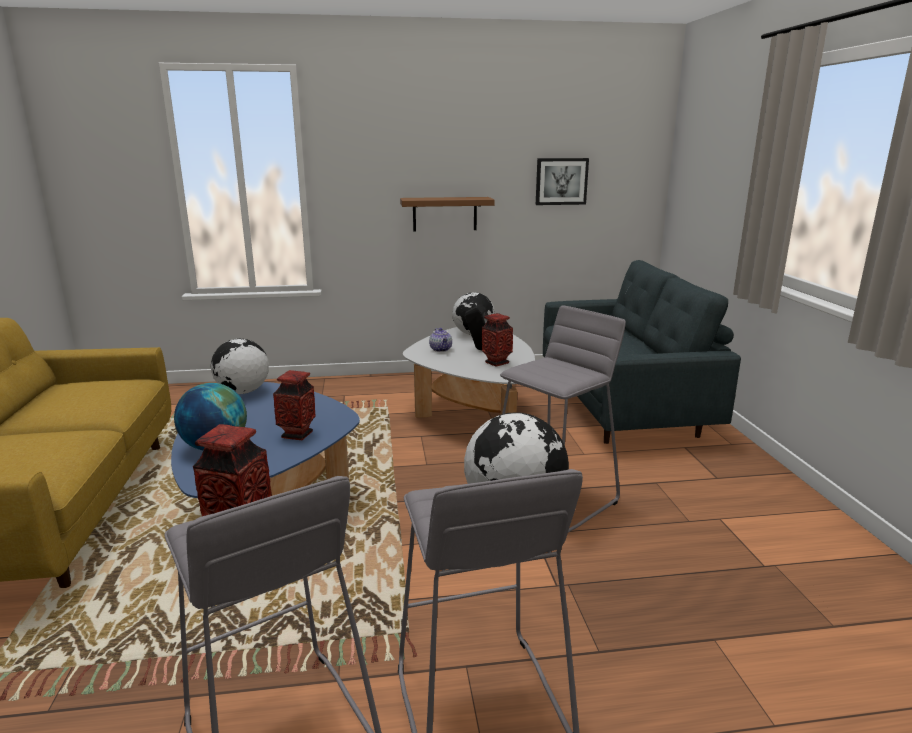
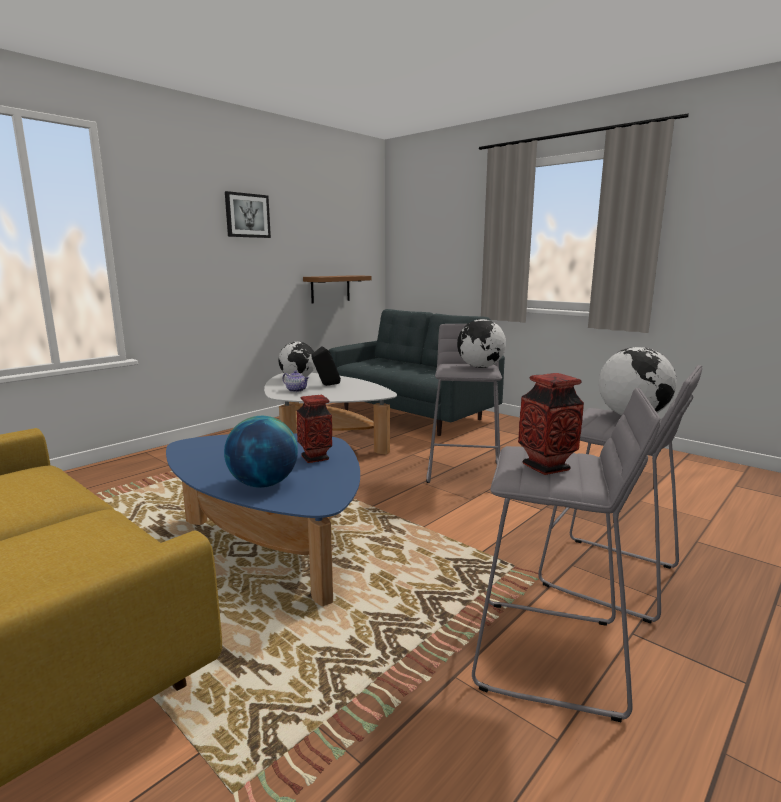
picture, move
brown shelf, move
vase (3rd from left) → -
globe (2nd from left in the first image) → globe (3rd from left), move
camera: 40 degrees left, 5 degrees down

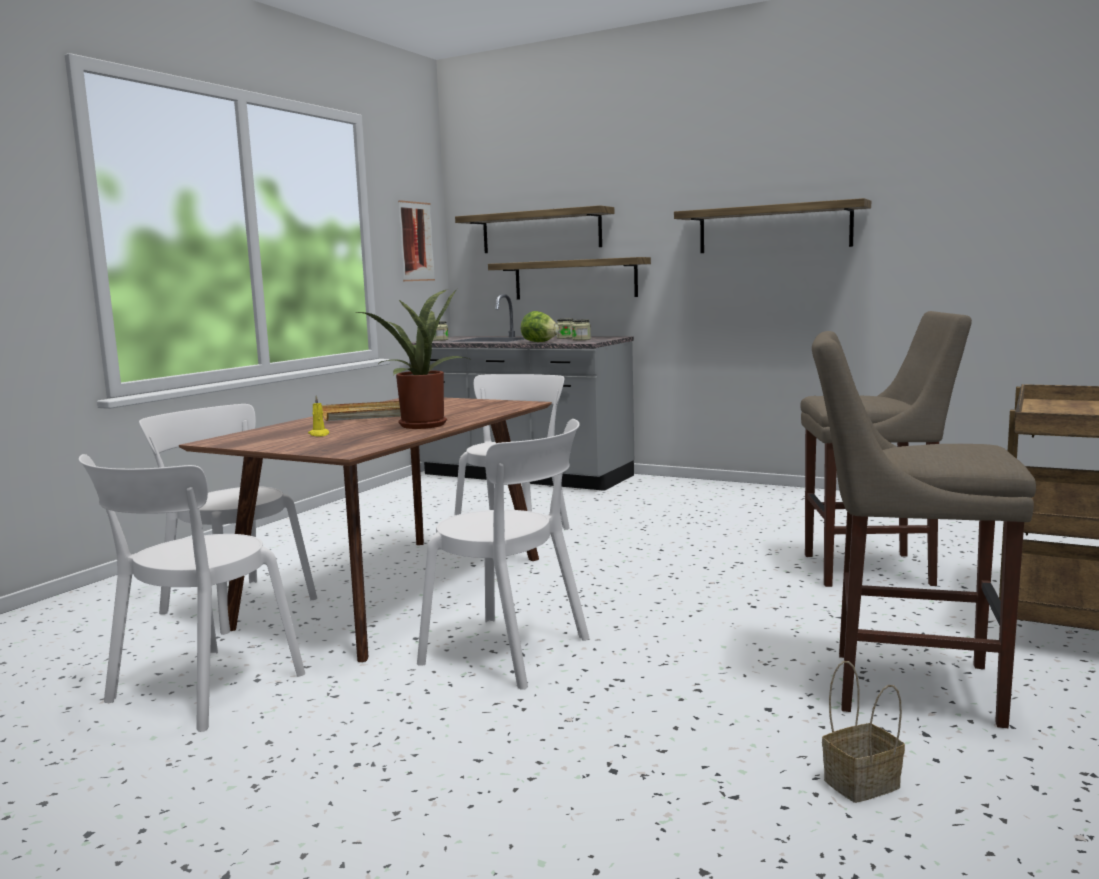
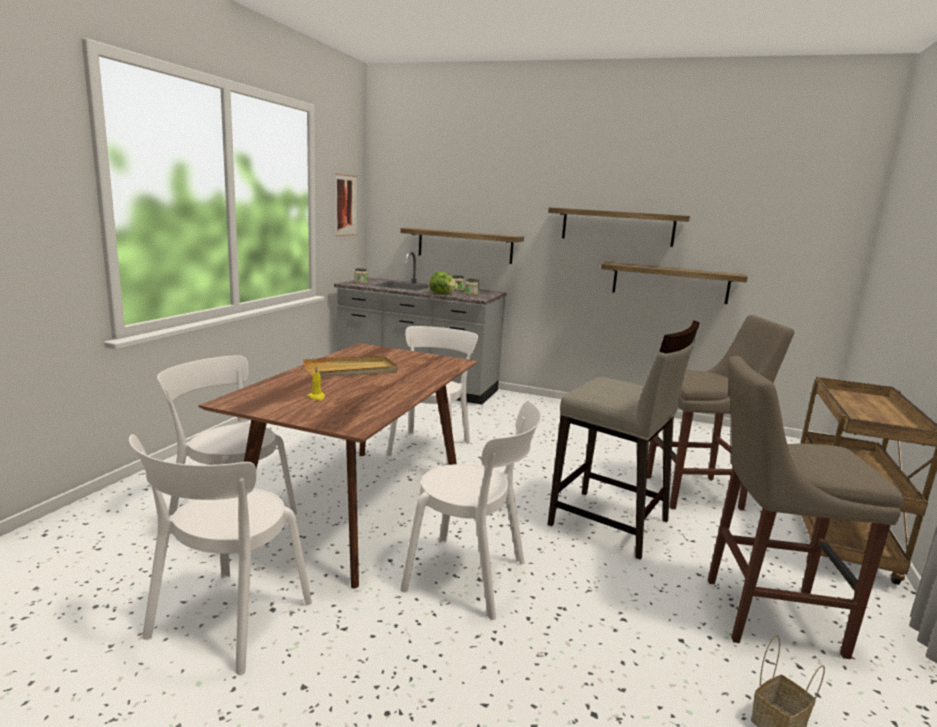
shelf (1st from left in the first image) → shelf (3rd from left), move
potted plant → -
- → beige stool (1st from left)
camera: 10 degrees left, 5 degrees up

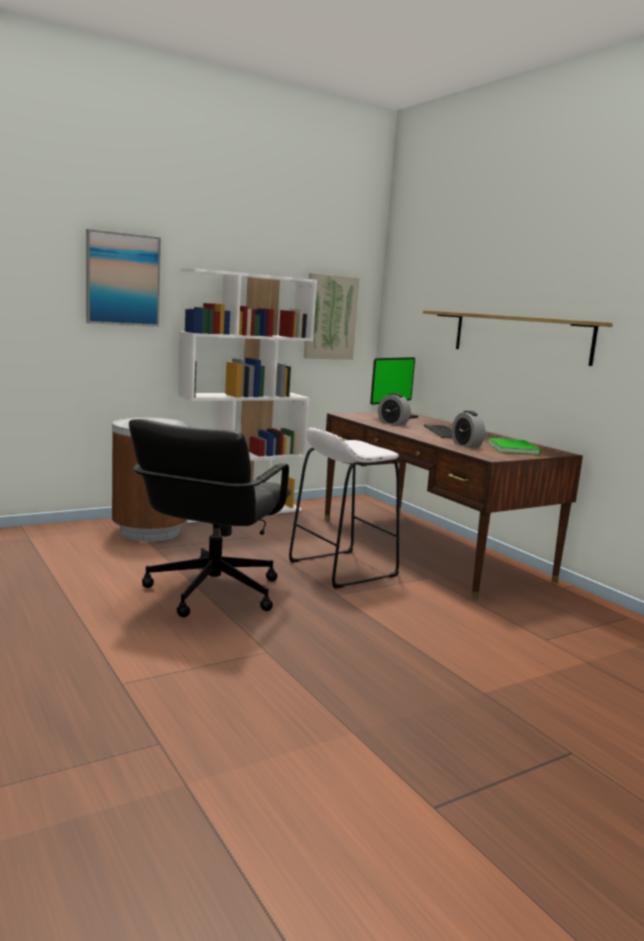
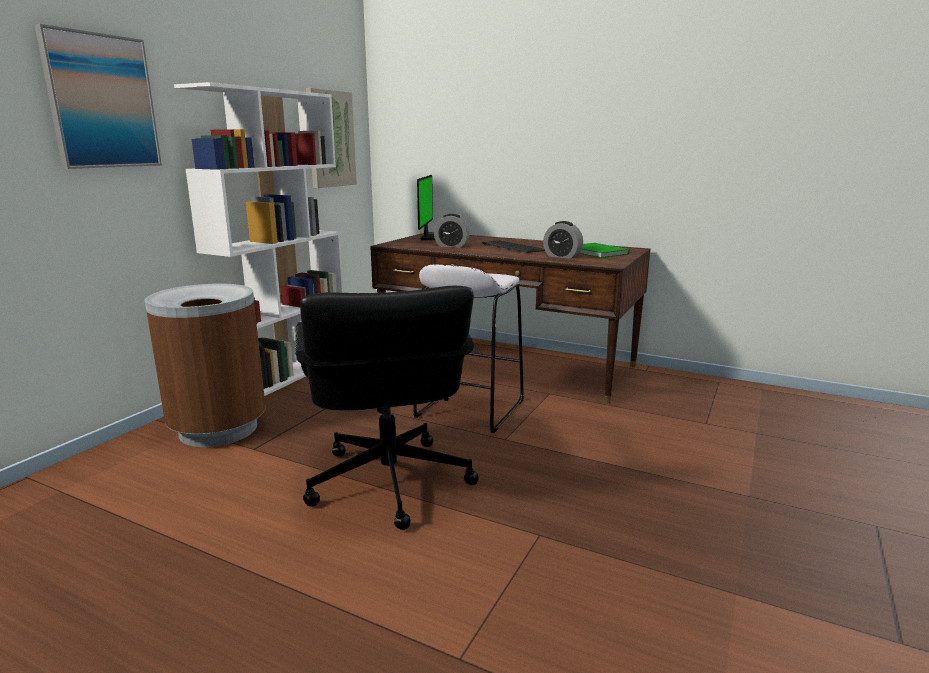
shelf → -
camera: 30 degrees left, 5 degrees up

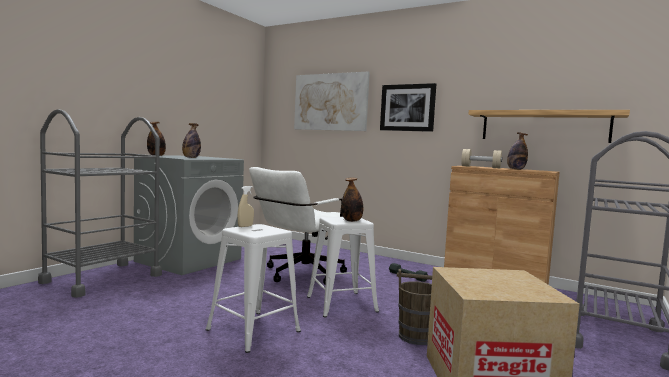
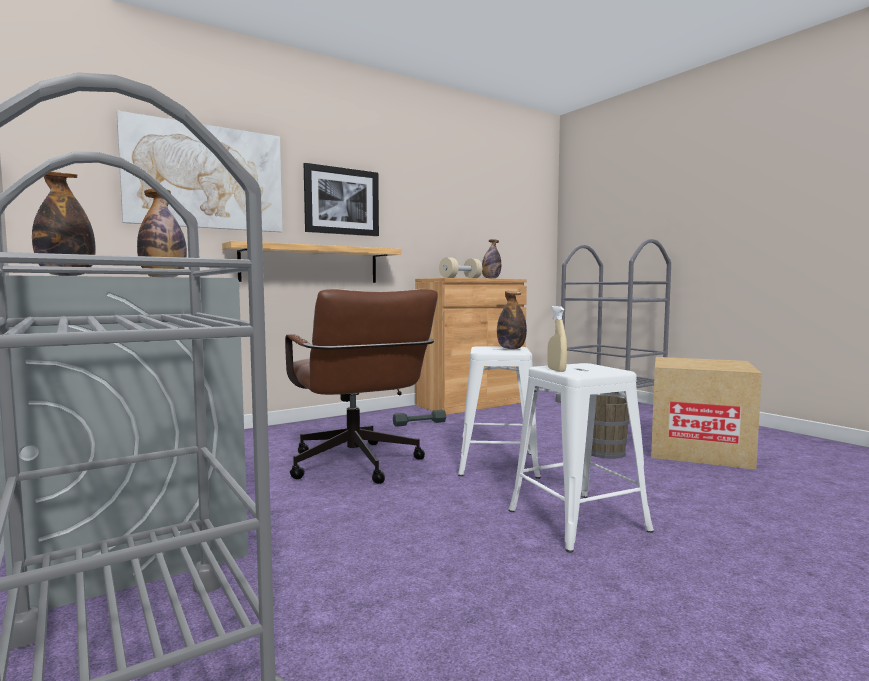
shelf, move
white office chair → brown office chair
camera: 65 degrees left, 0 degrees up

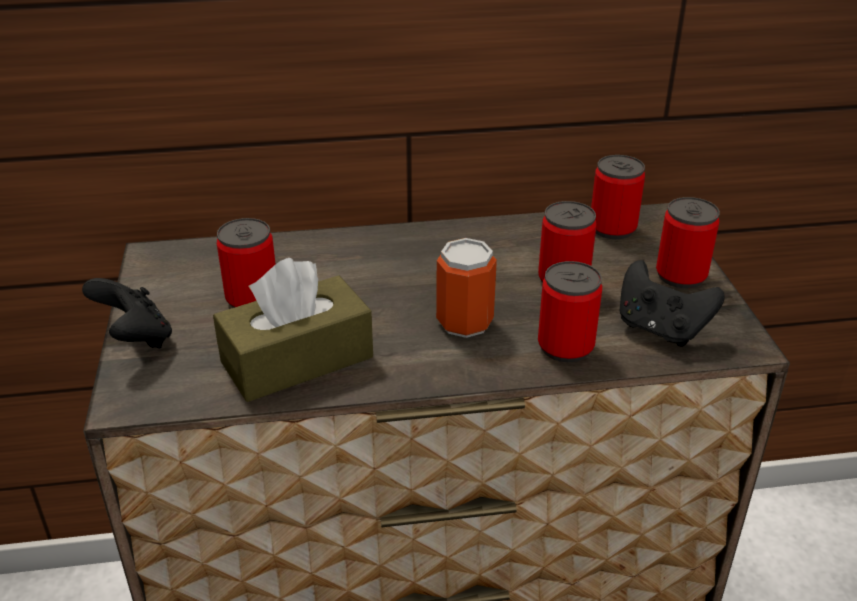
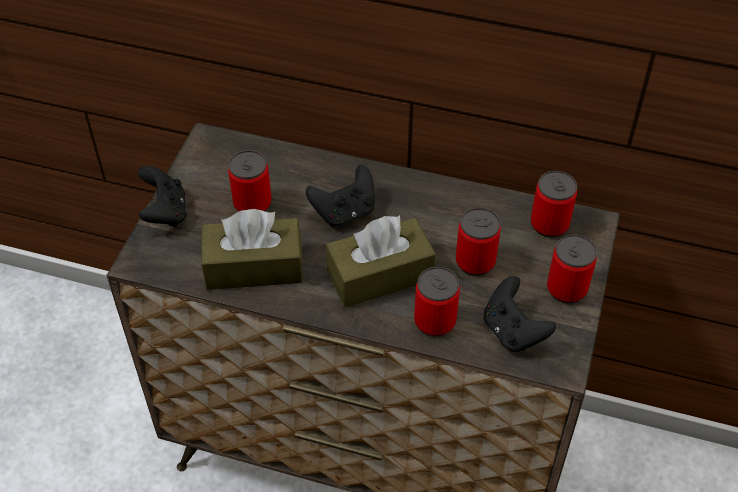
can (2nd from left) → brown tissue box (2nd from left)
- → black game controller (2nd from left)
camera: 25 degrees right, 15 degrees up

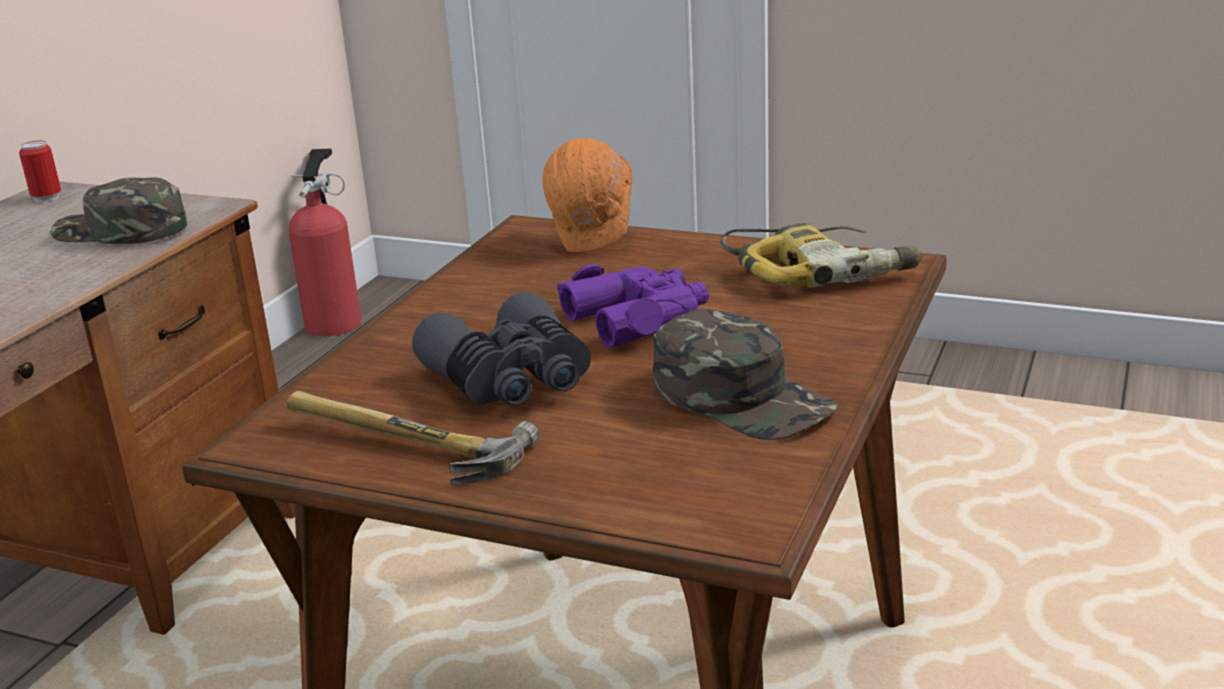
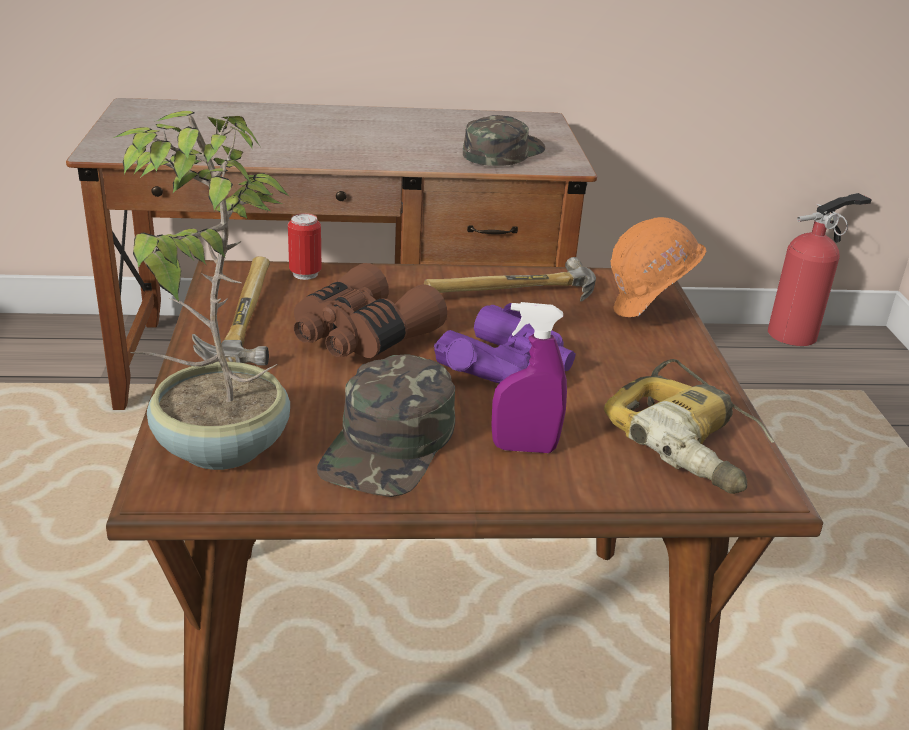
can, move
green cap (1st from left in the first image) → green cap (2nd from left), 45 degrees clockwise
grey binoculars → brown binoculars
- → potted plant
- → hammer (2nd from left)
- → purple spray bottle
camera: 60 degrees right, 5 degrees up

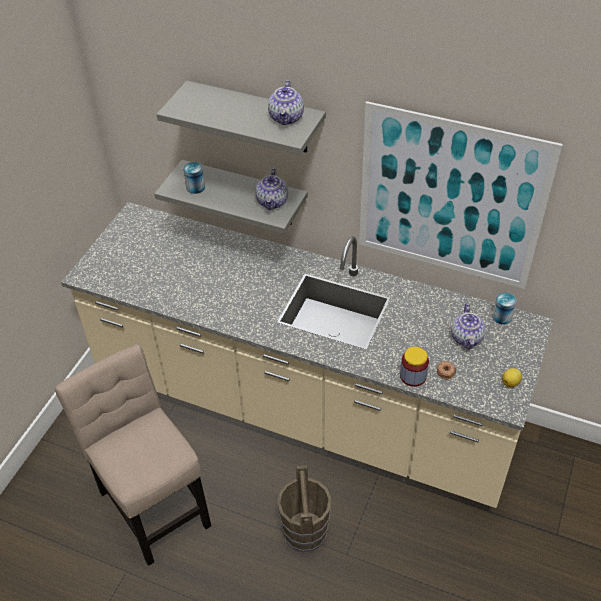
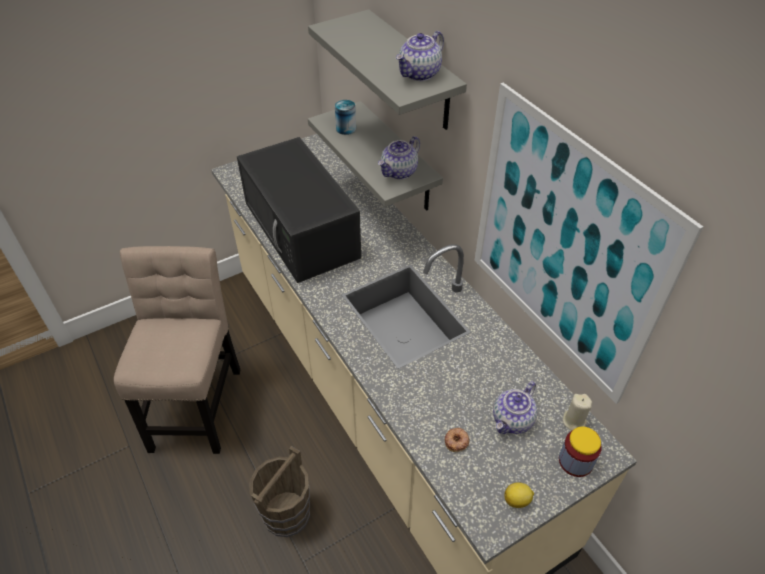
can (2nd from left) → beige candle
jar, move
- → black microwave
camera: 35 degrees right, 0 degrees up

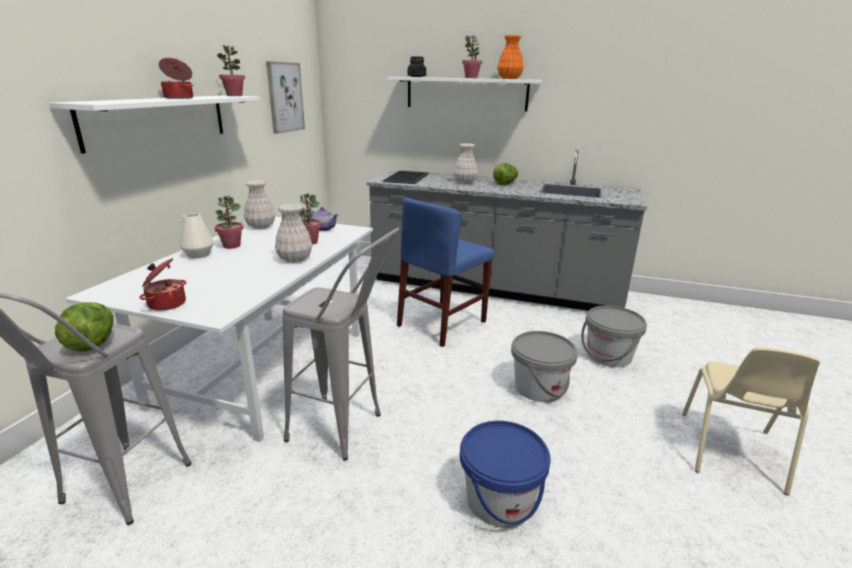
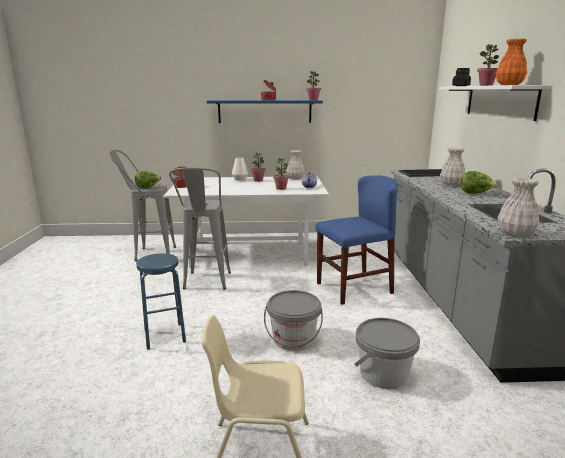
picture → -
white shelf (1st from left) → blue shelf
blue chair, 135 degrees clockwise
white vase (3rd from left in the first image) → white vase (4th from left), move
blue bucket → blue stool
camera: 70 degrees right, 5 degrees down

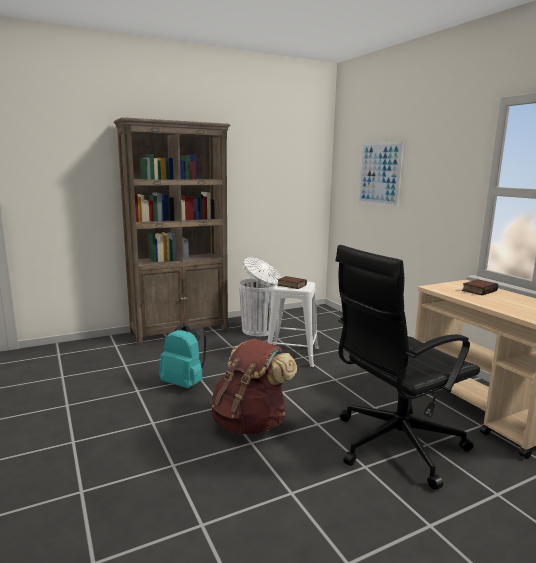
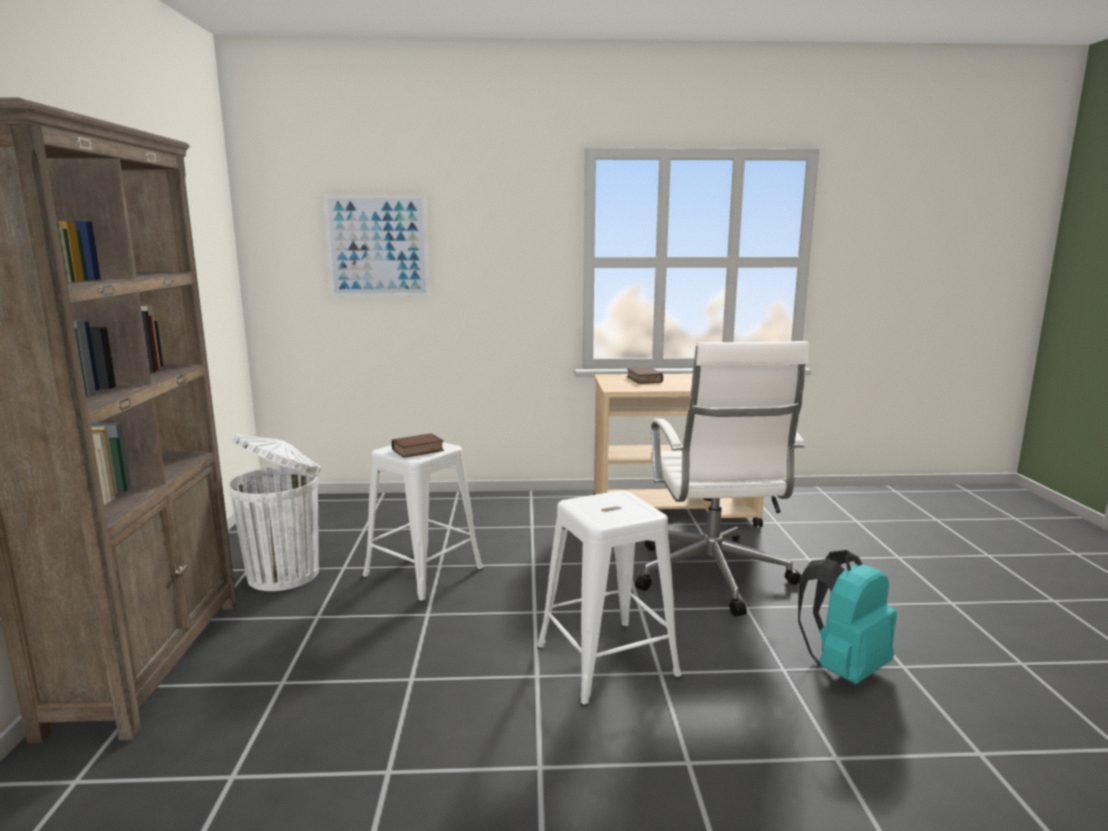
black office chair → white office chair
turquoise backpack, move
brown backpack → white stool (2nd from left)
camera: 65 degrees left, 0 degrees up

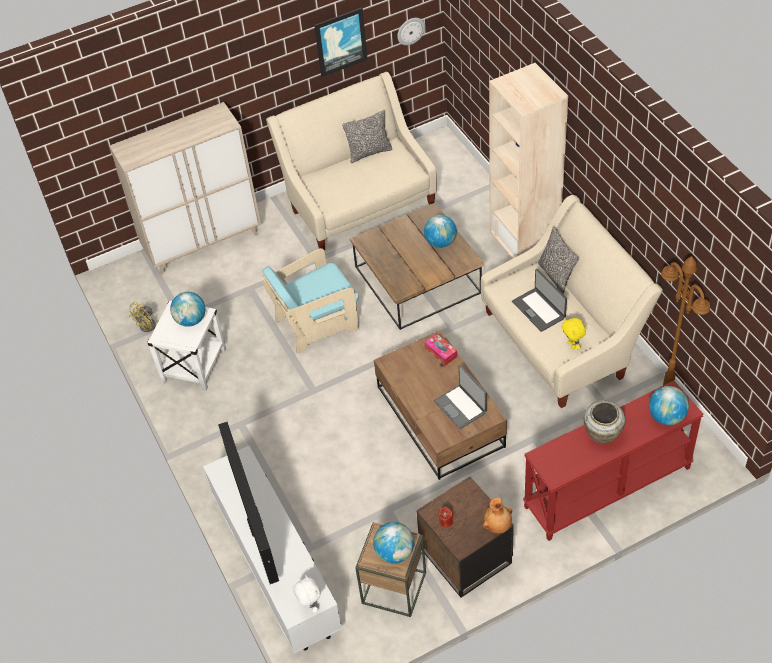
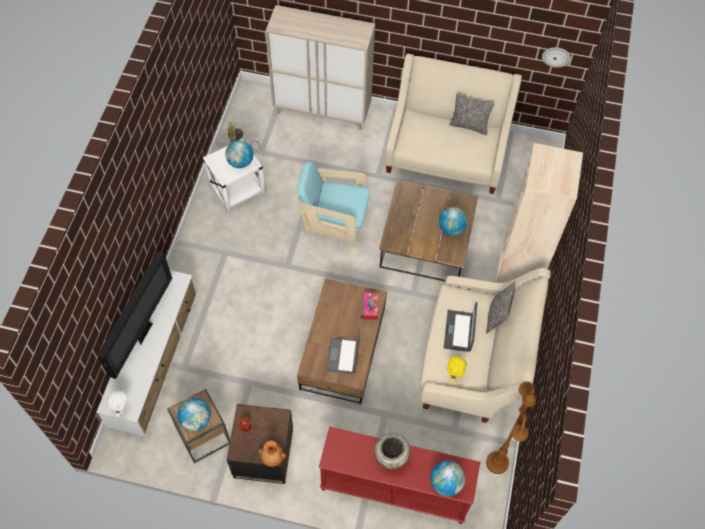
picture → -
camera: 35 degrees right, 10 degrees up

